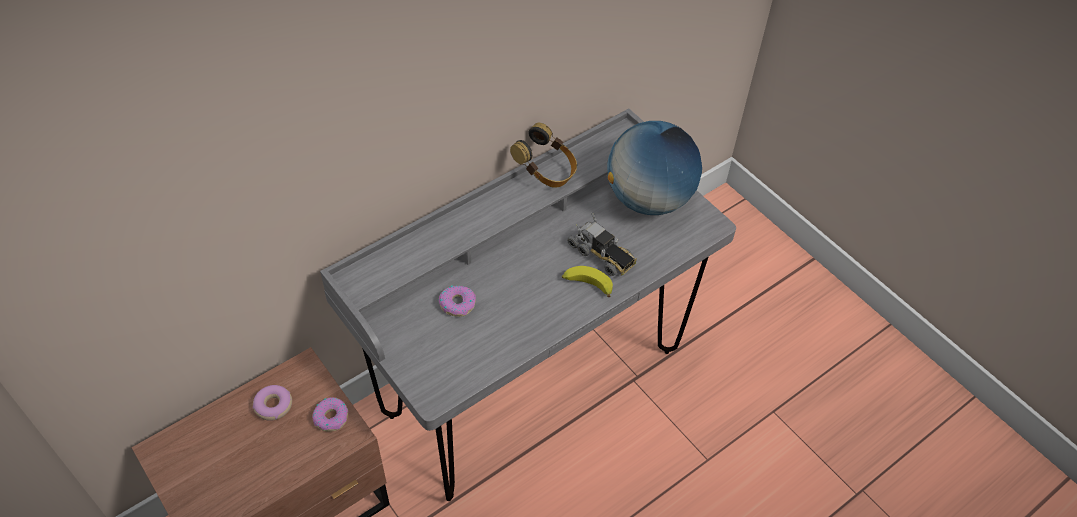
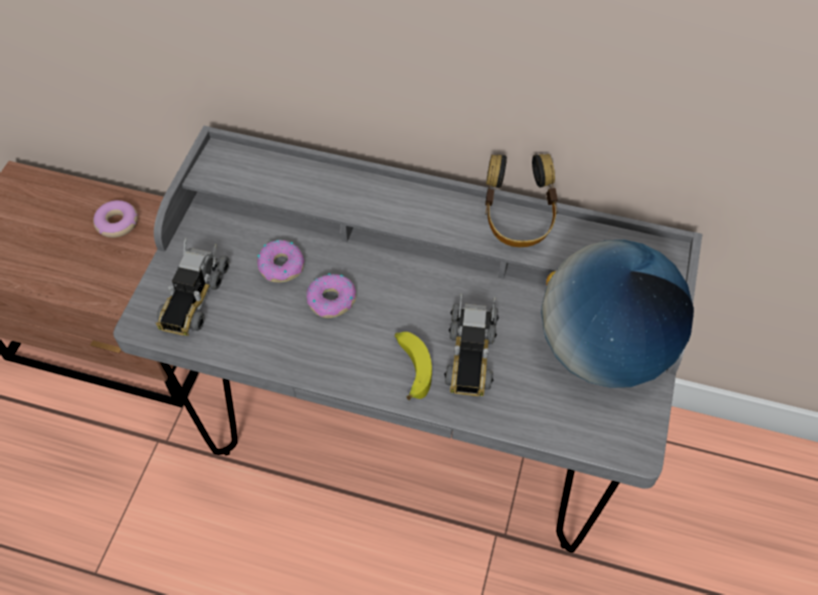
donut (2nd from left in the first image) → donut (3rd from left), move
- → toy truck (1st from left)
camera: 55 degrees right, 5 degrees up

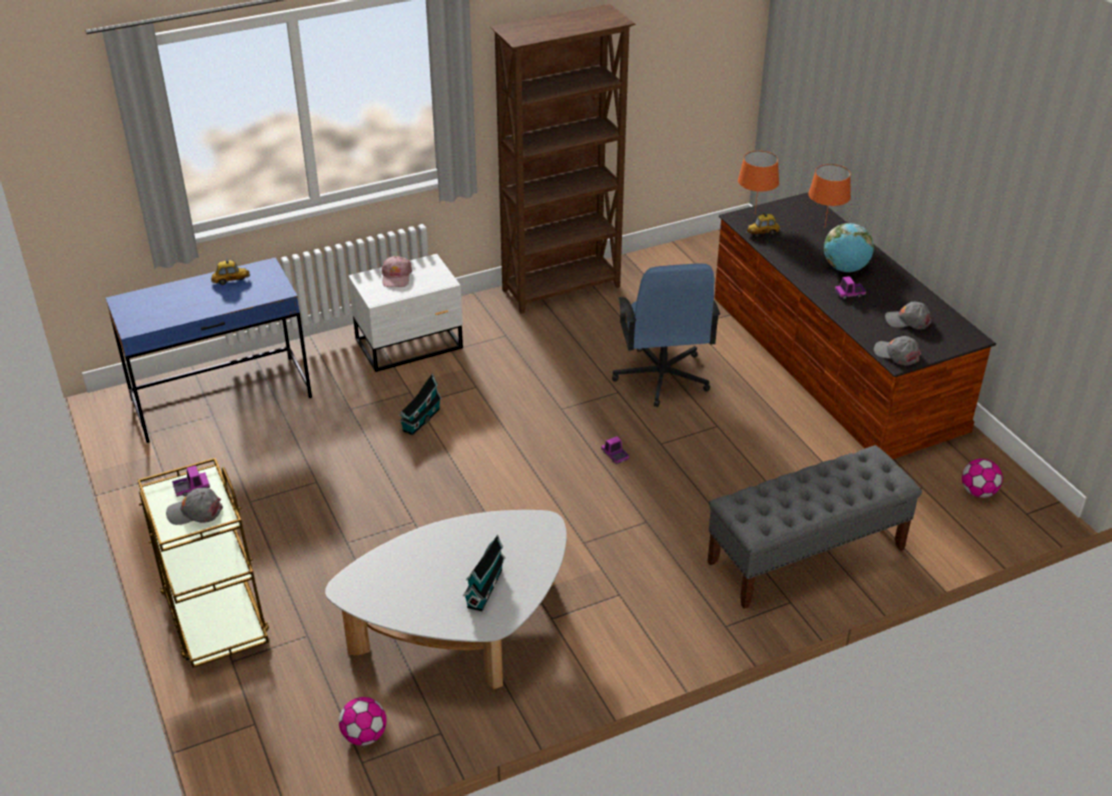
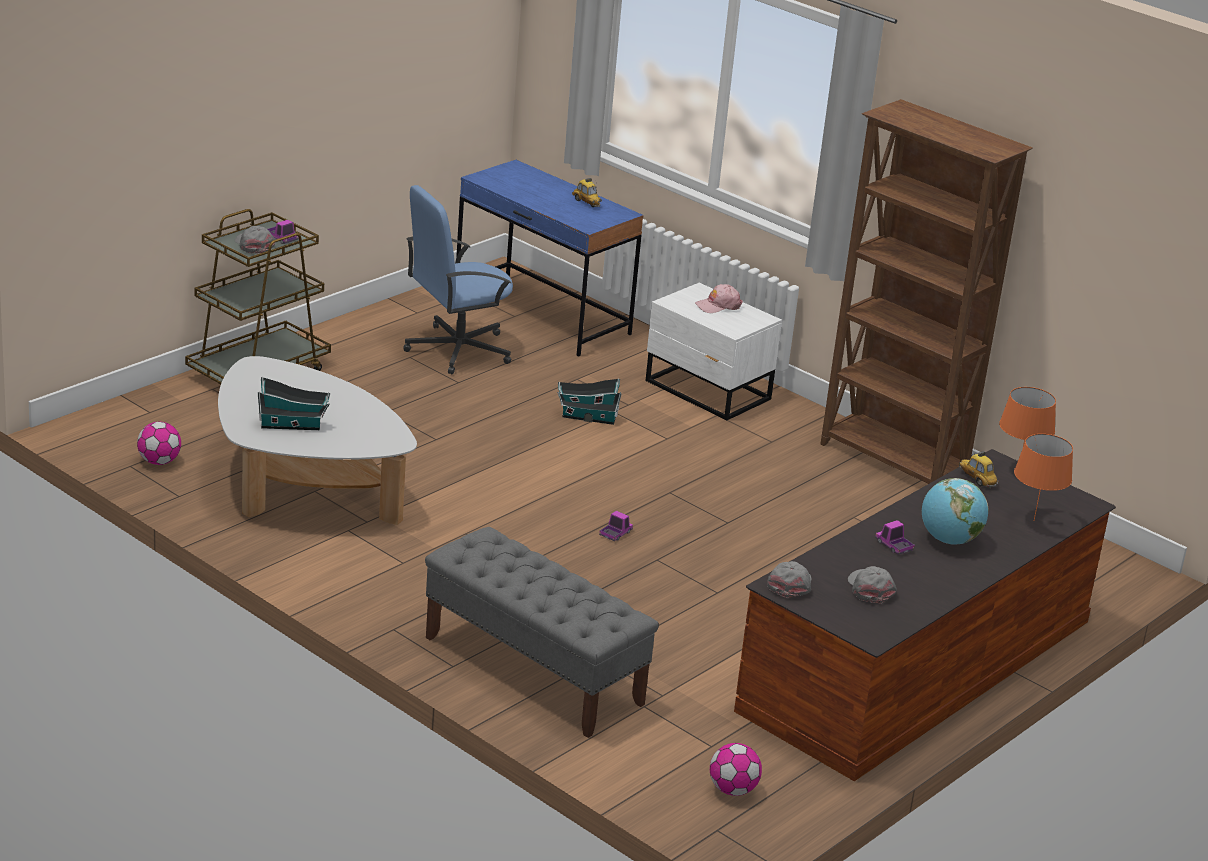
blue office chair, move
camera: 65 degrees right, 10 degrees down

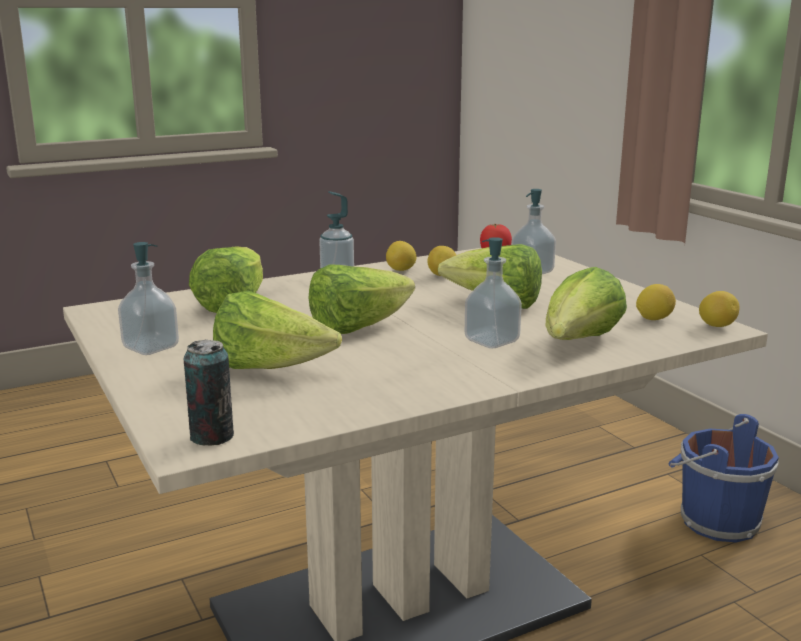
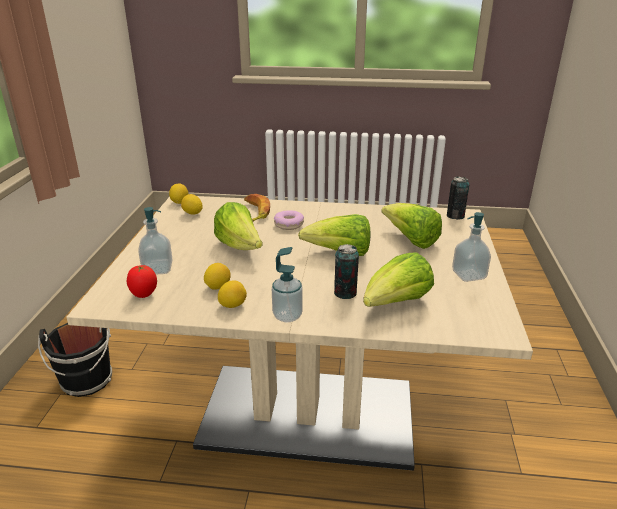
soap dispenser (3rd from left) → donut
lettuce (5th from left) → banana
blue bucket → black bucket
- → can (1st from left)
camera: 145 degrees left, 10 degrees up

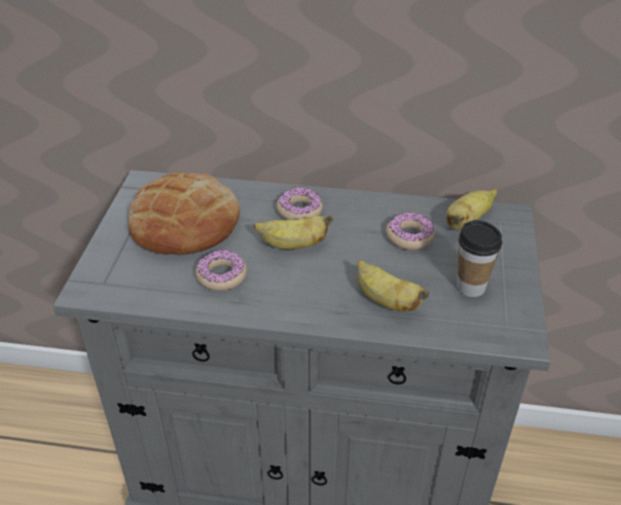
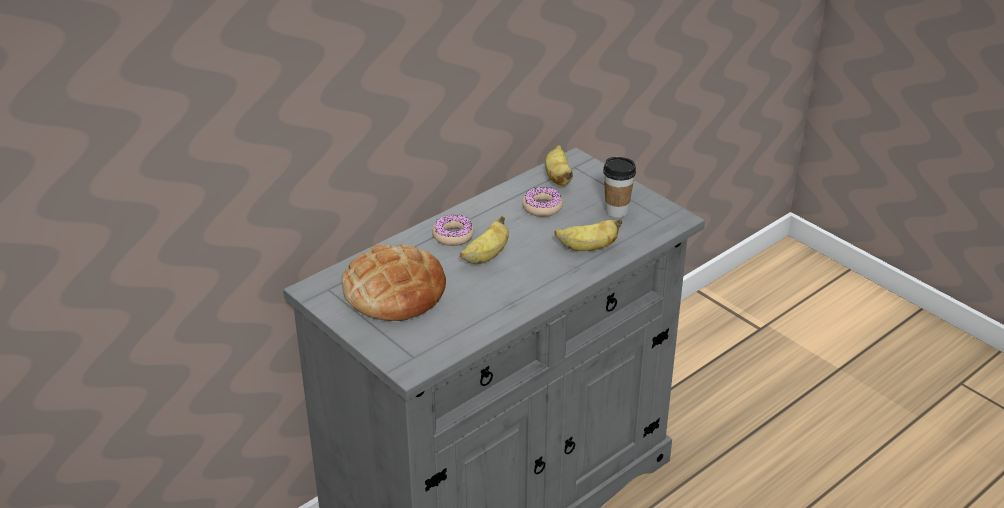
donut (1st from left) → -
camera: 50 degrees left, 5 degrees down

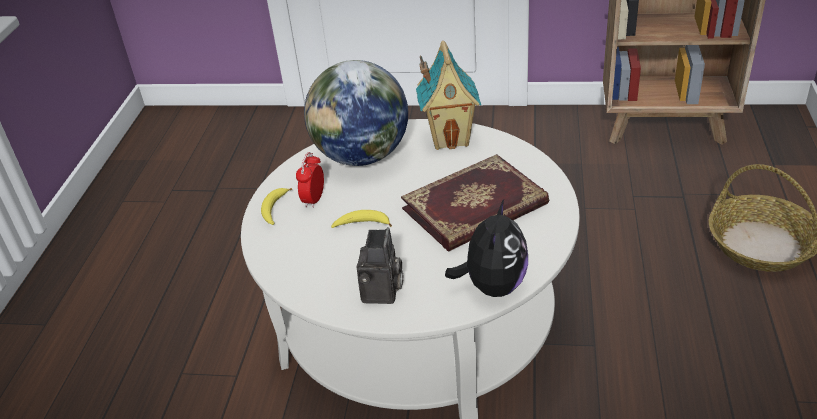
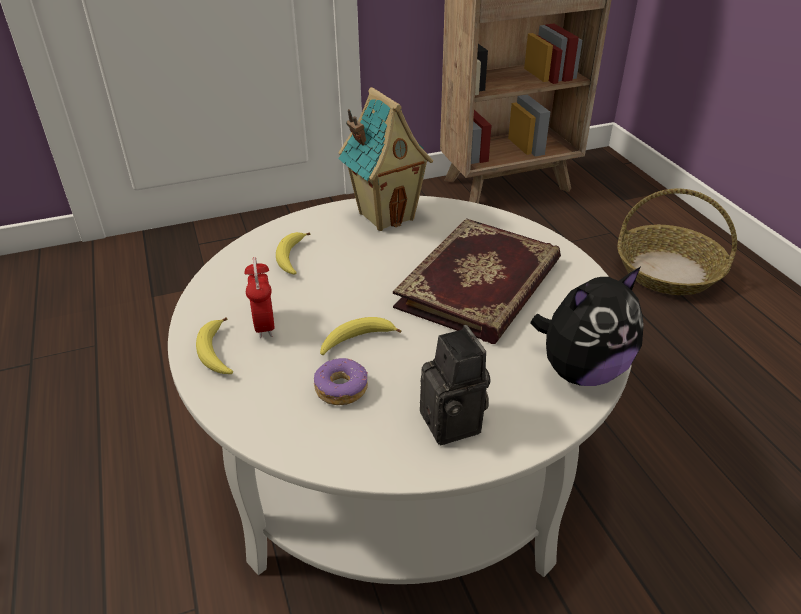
globe → banana (2nd from left)
plush toy, 75 degrees clockwise
- → donut
camera: 30 degrees left, 0 degrees up

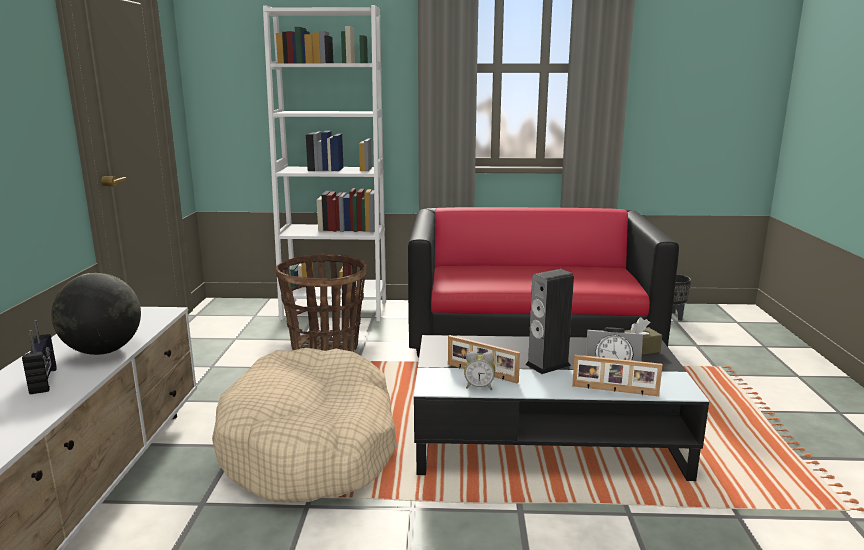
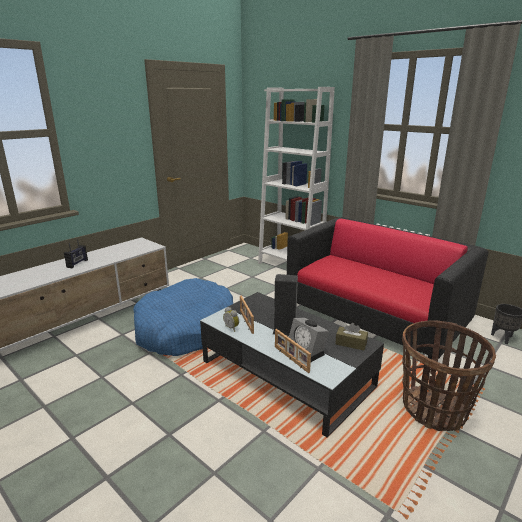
basket, move
globe → -
beige dog bed → blue dog bed
camera: 40 degrees right, 5 degrees up

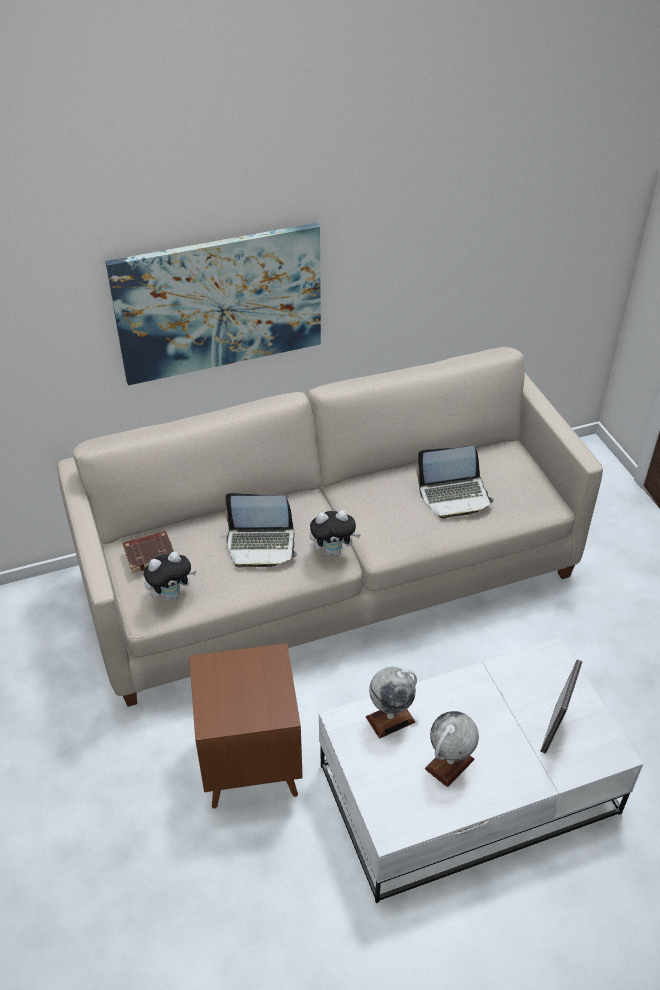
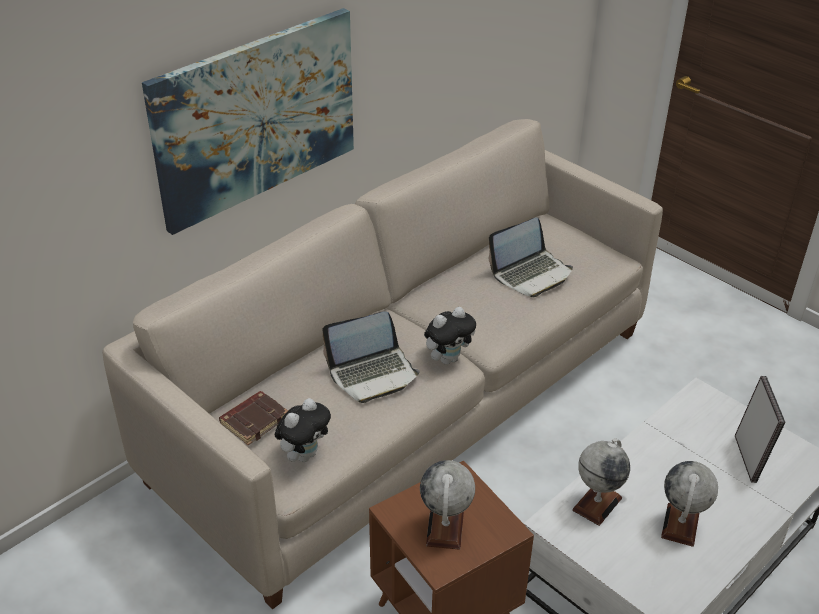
- → globe (1st from left)
camera: 25 degrees left, 5 degrees down

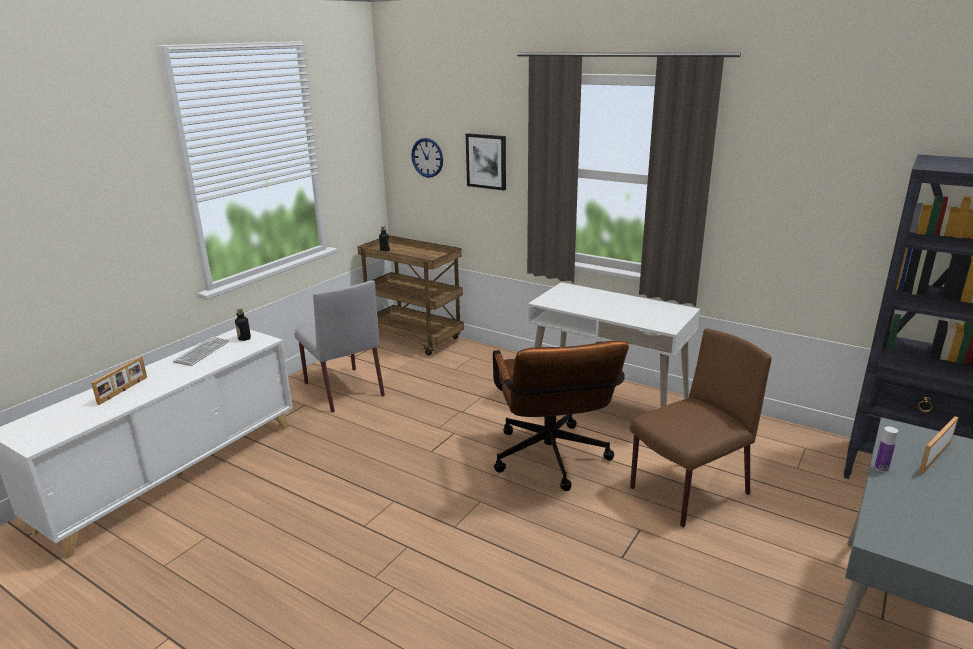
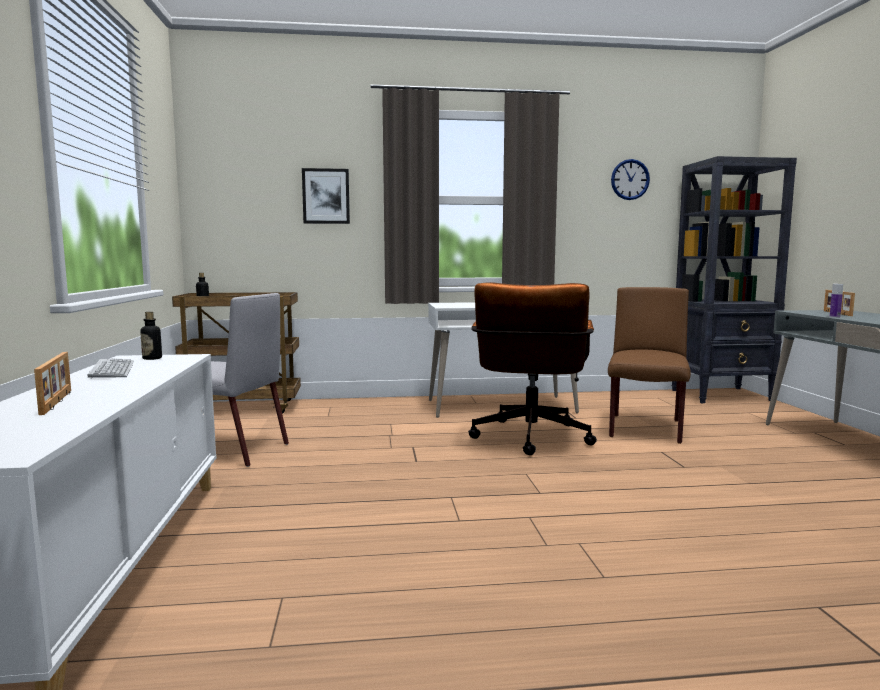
wall clock, move
brown office chair, 60 degrees clockwise
camera: 40 degrees left, 15 degrees down

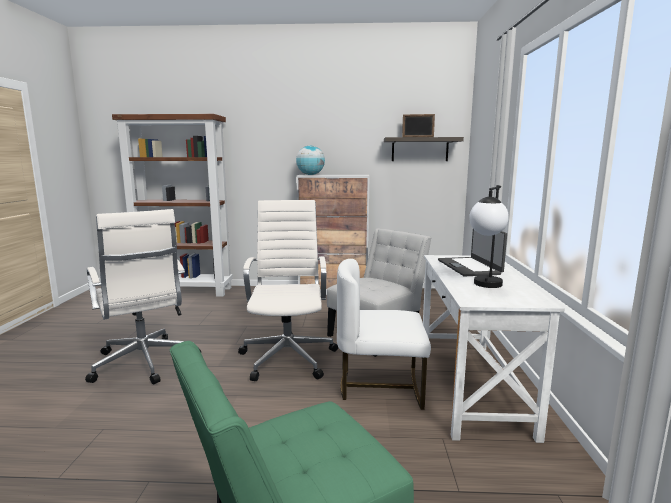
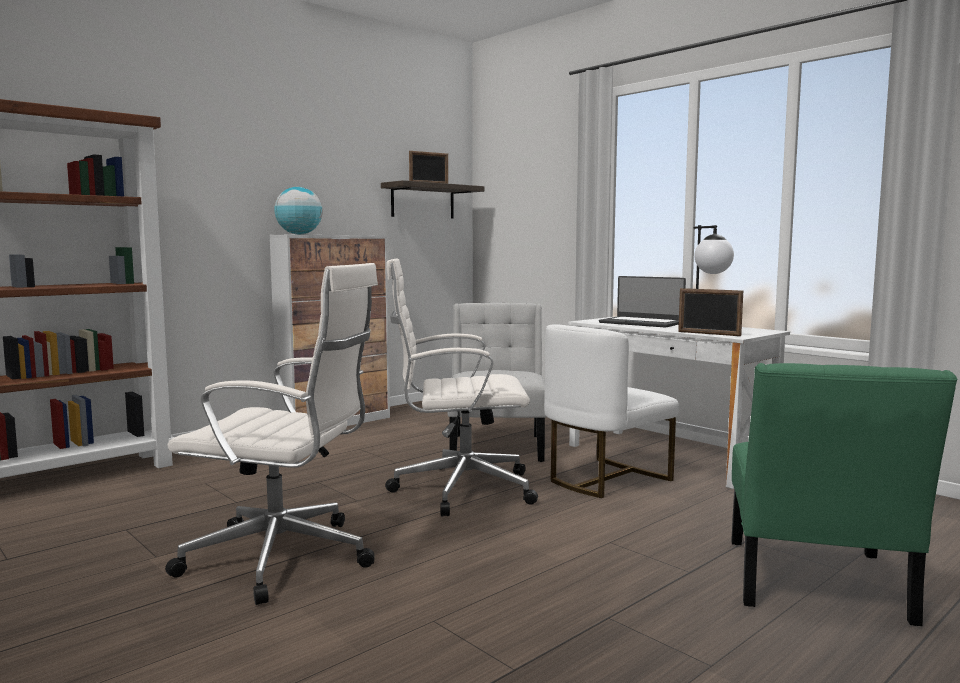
white office chair (2nd from left), 45 degrees counterclockwise
- → picture frame (2nd from left)
camera: 45 degrees left, 5 degrees down

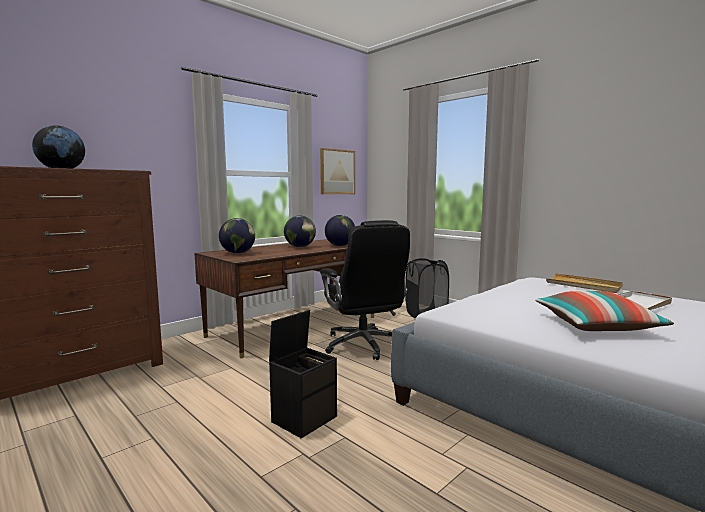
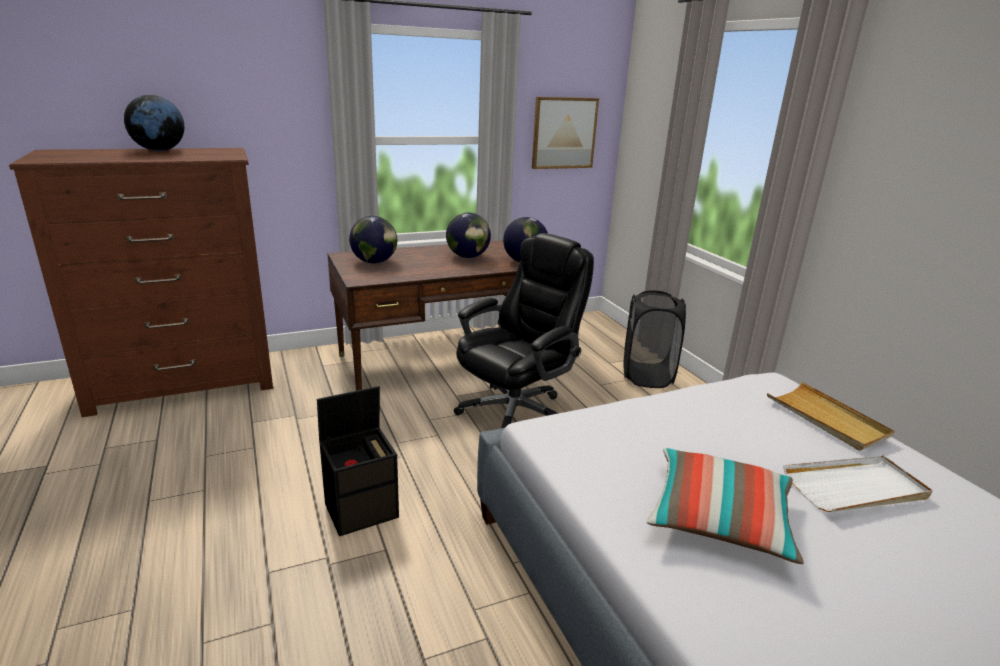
black office chair, 135 degrees counterclockwise
camera: 20 degrees right, 15 degrees up

